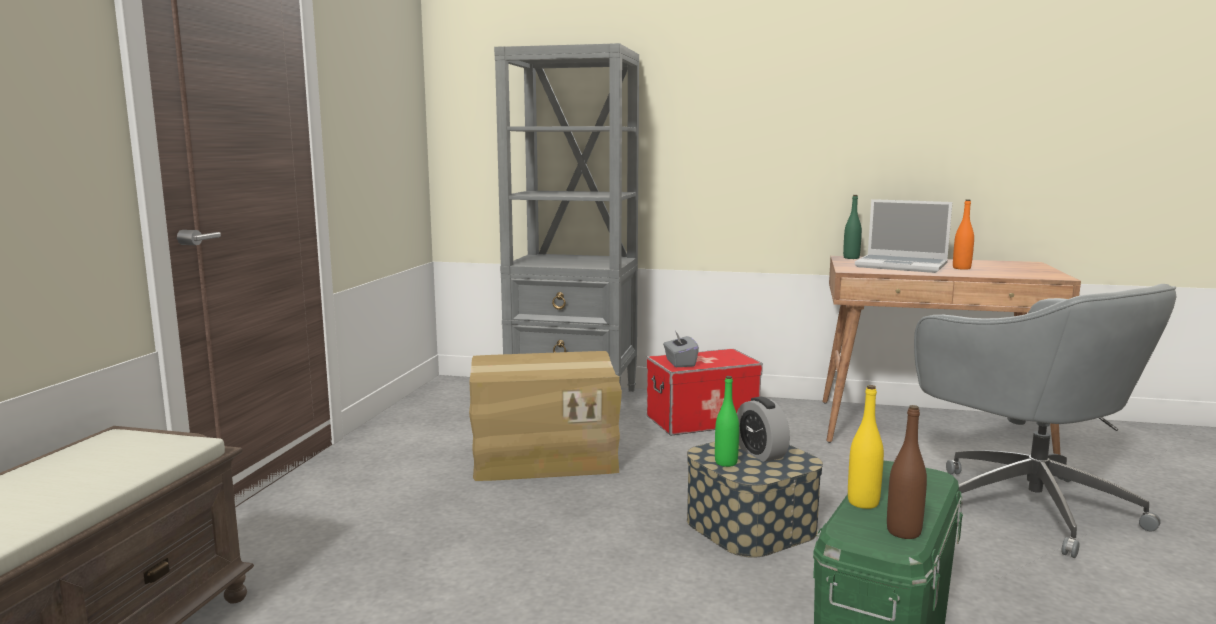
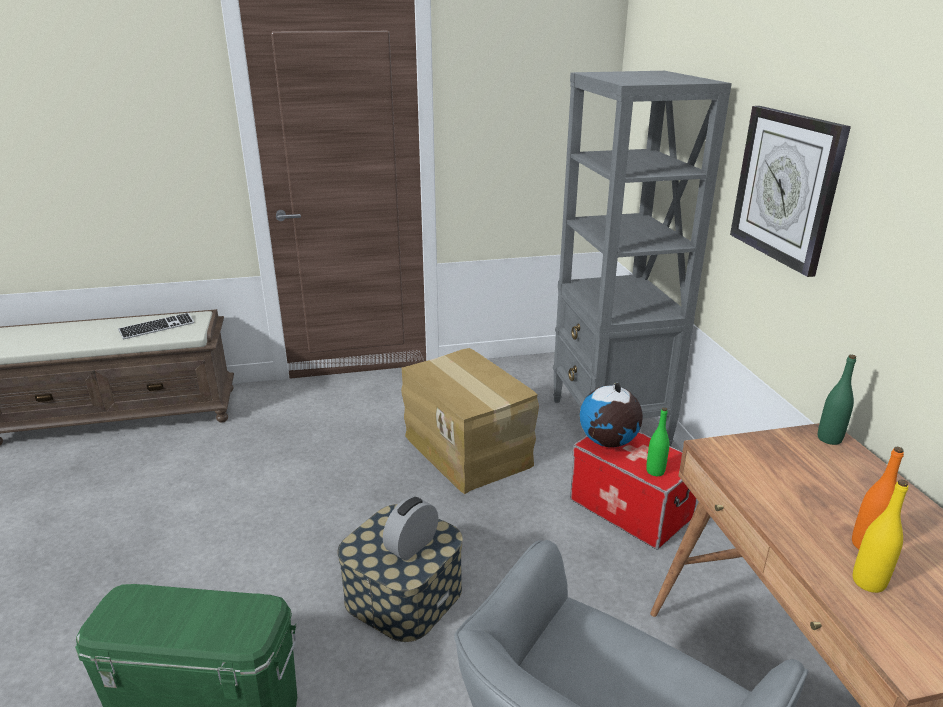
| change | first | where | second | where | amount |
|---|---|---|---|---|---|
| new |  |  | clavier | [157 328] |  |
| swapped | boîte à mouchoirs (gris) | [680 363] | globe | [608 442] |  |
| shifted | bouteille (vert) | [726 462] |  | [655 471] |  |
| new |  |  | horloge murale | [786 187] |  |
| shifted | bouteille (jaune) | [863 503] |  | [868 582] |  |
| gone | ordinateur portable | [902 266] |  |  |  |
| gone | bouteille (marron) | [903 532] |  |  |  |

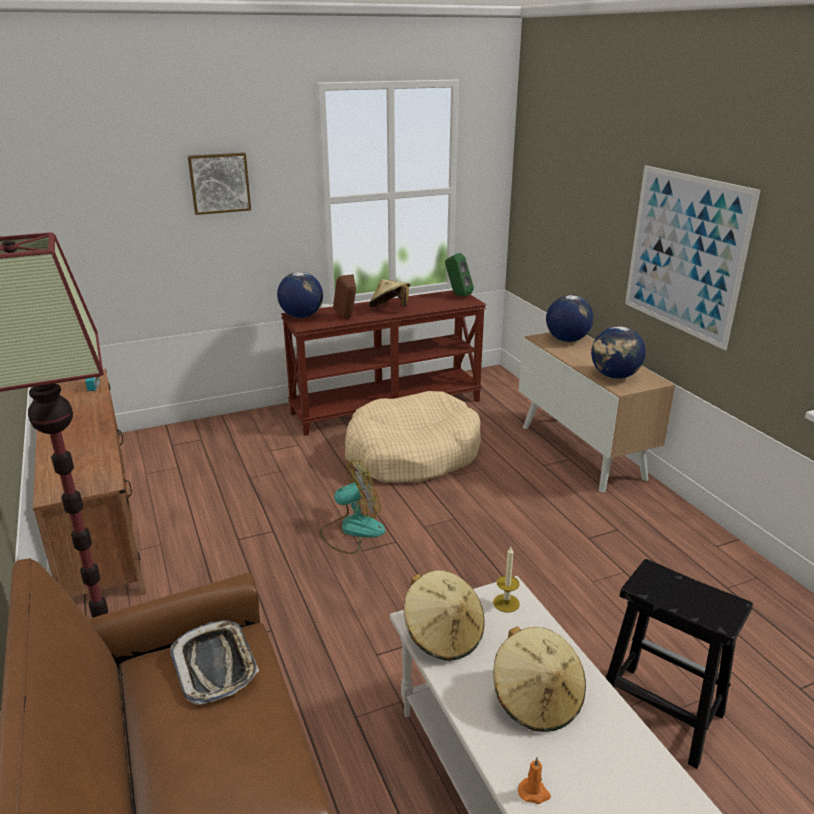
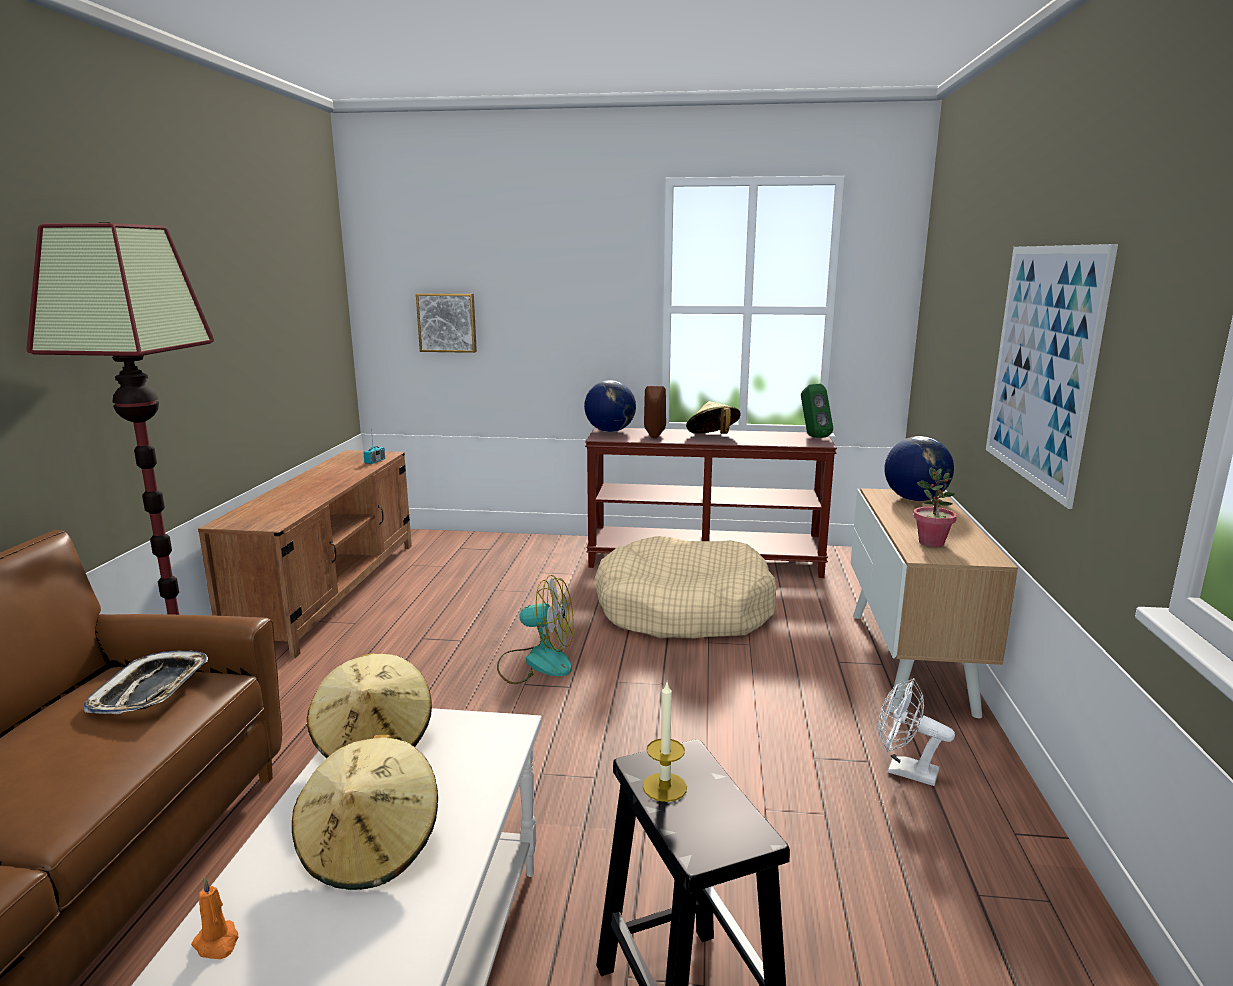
| change | first | where | second | where | amount |
|---|---|---|---|---|---|
| shifted | tableau | [219 183] |  | [447 322] |  |
| shifted | bougie | [506 603] |  | [664 787] |  |
| new |  |  | ventilateur (blanc) | [904 771] |  |
| swapped | globe | [614 376] | plante en pot | [931 543] |  |

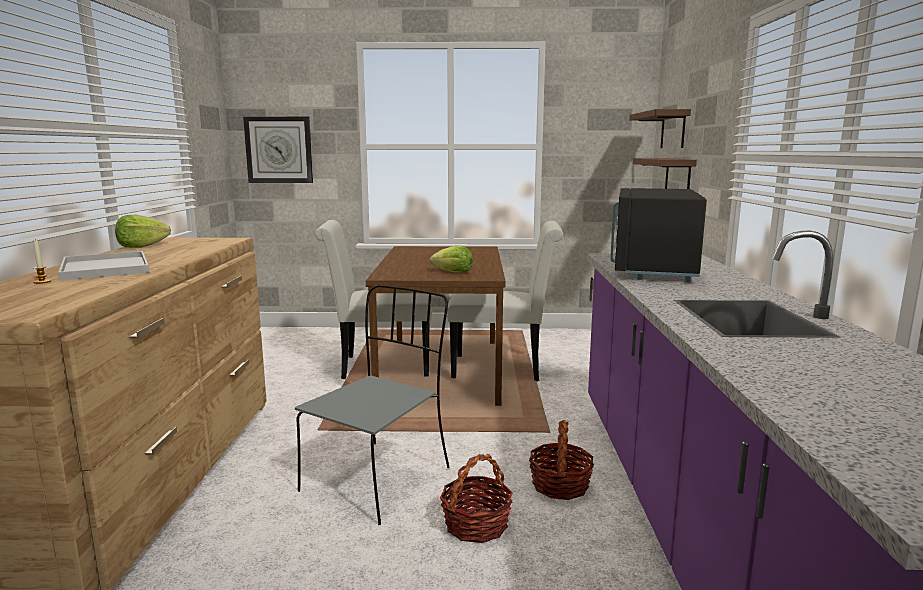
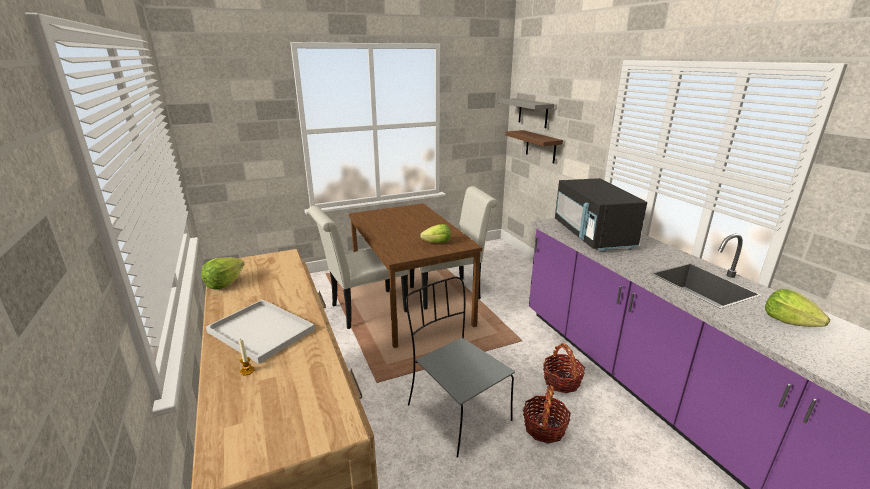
| change | first | where | second | where | amount |
|---|---|---|---|---|---|
| rotated | chaise (gris) | [379 478] |  | [456 411] | 45 degrees counterclockwise |
| repainted | étagère (marron) | [673 130] | étagère (gris) | [533 113] |  |
| new |  |  | laitue | [789 321] |  |
| gone | horloge murale | [279 150] |  |  |  |

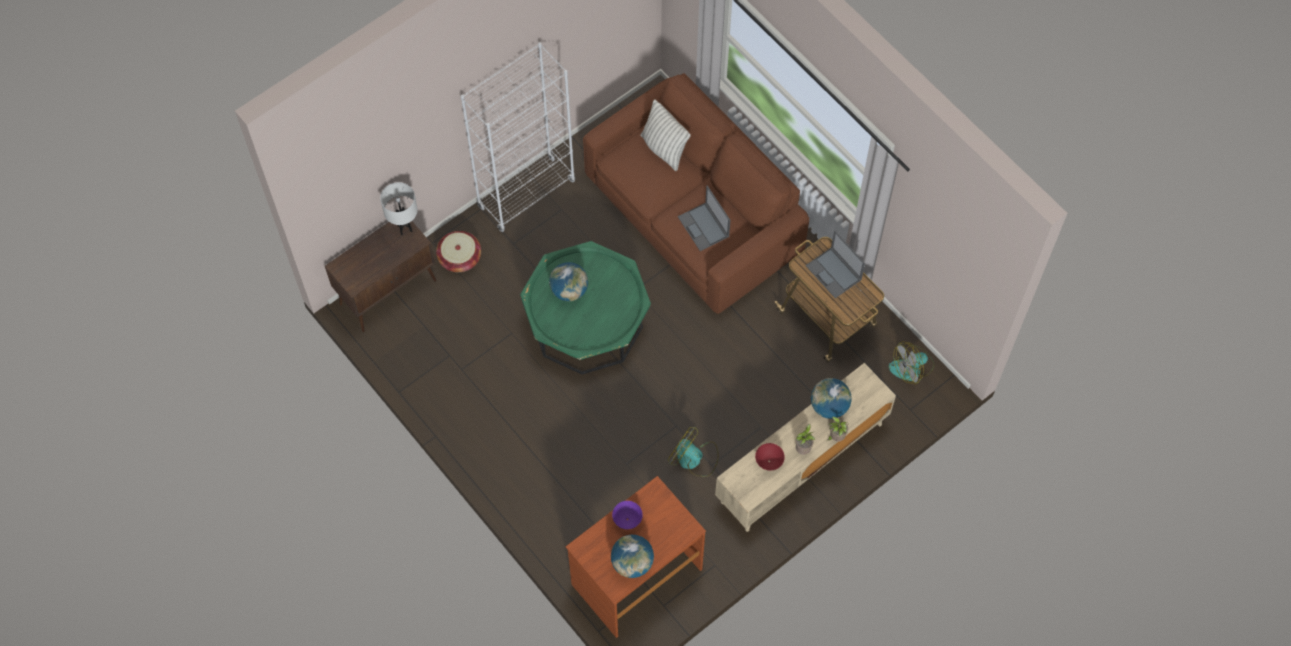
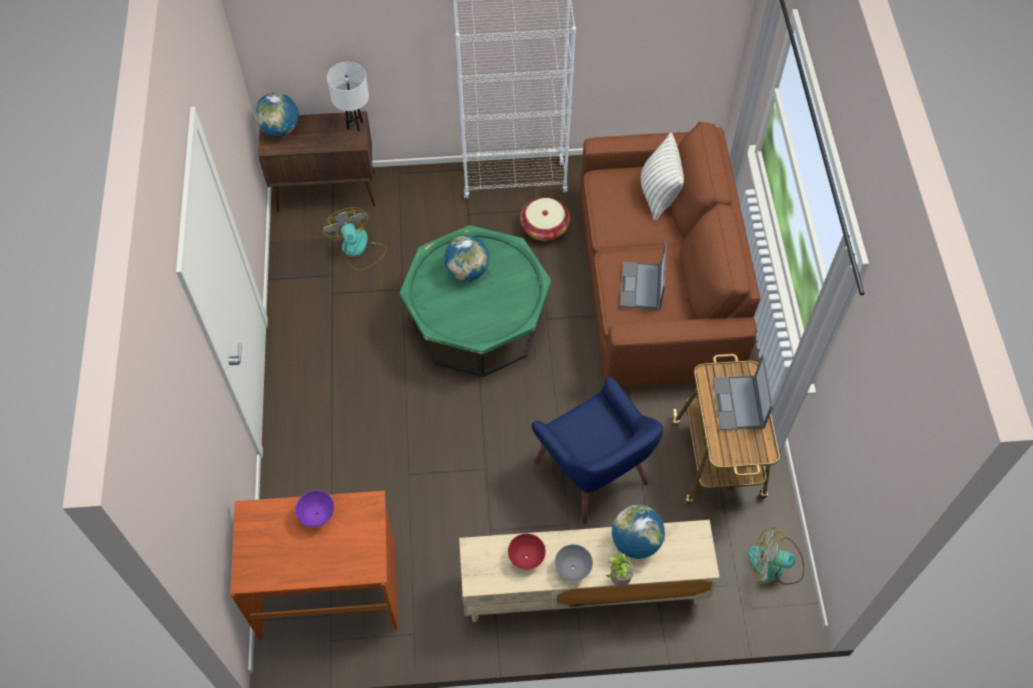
| change | first | where | second | where | amount |
|---|---|---|---|---|---|
| shifted | globe | [632 563] |  | [280 129] |  |
| shifted | ventilateur | [694 459] |  | [358 250] |  |
| shifted | panier | [460 258] |  | [544 227] |  |
| new |  |  | fauteuil (bleu) | [593 472] |  |
| swapped | plante en pot | [803 449] | bol (gris) | [573 568] |  |

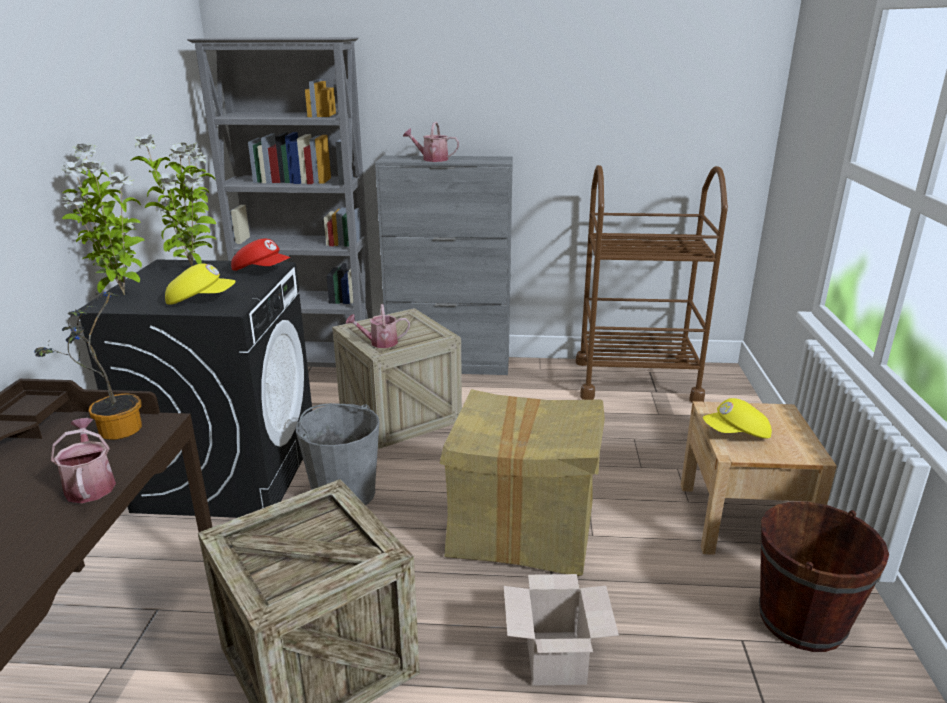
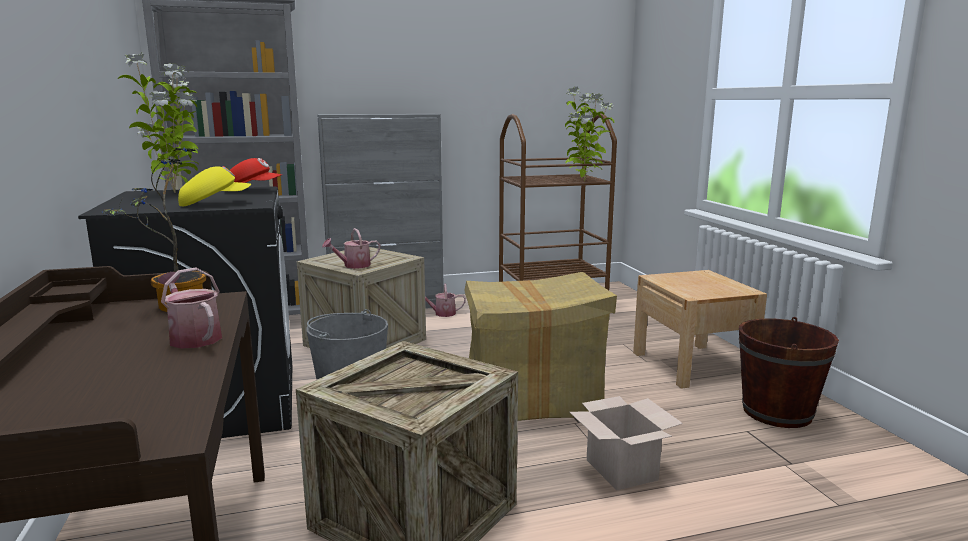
| change | first | where | second | where | amount |
|---|---|---|---|---|---|
| shifted | arrosoir | [431 159] |  | [442 313] |  |
| shifted | plante en pot | [121 295] |  | [584 181] |  |
| gone | casquette (jaune) | [736 434] |  |  |  |

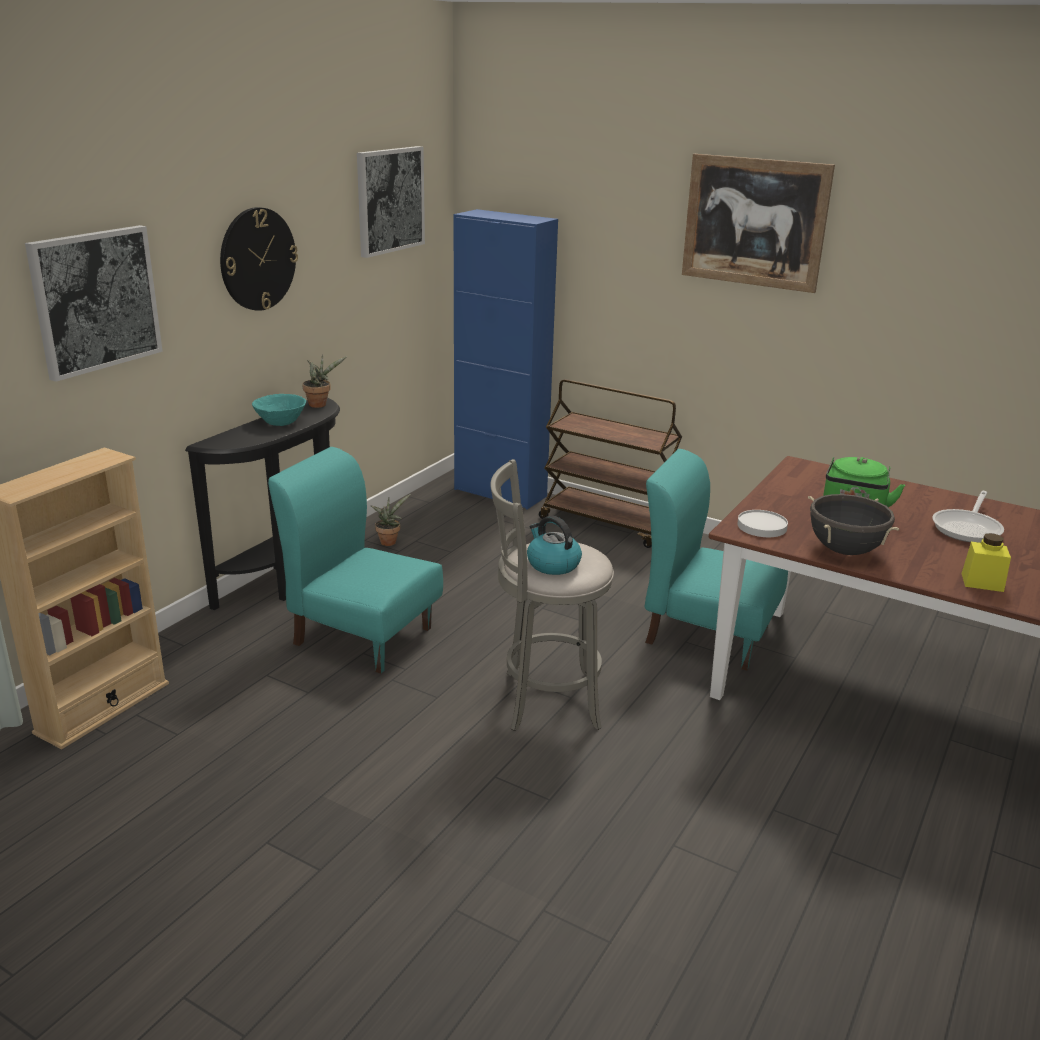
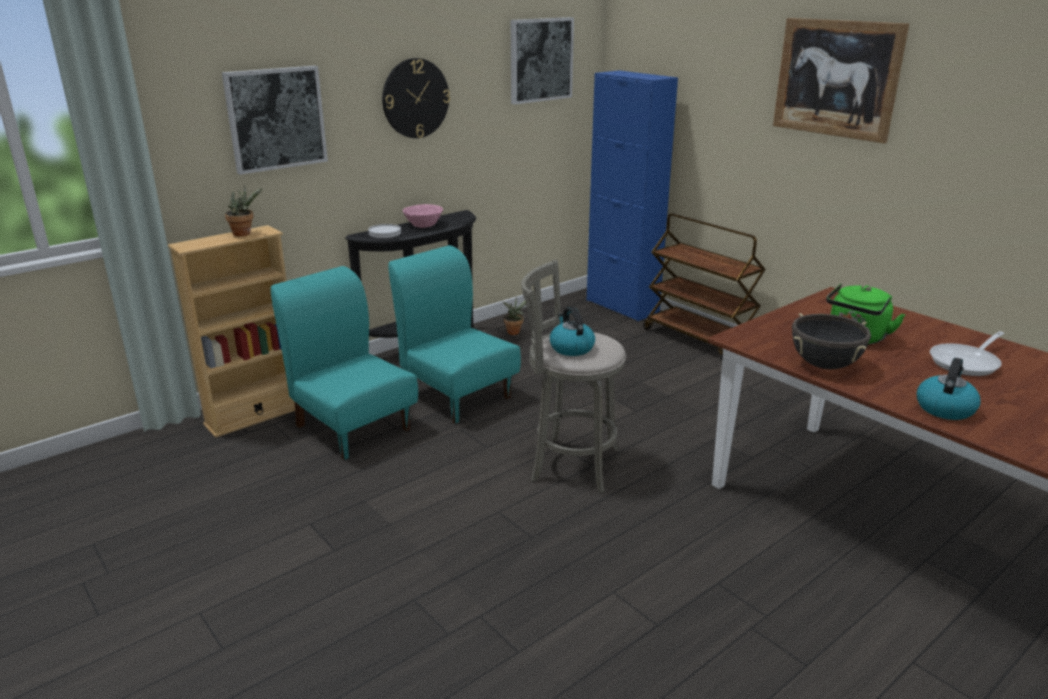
| change | first | where | second | where | amount |
|---|---|---|---|---|---|
| shifted | plante en pot | [320 404] |  | [245 234] |  |
| shifted | chaise (turquoise) | [706 633] |  | [353 426] |  |
| shifted | assiette (blanc) | [761 526] |  | [384 233] |  |
| repainted | bol (turquoise) | [280 421] | bol (rose) | [423 225] |  |
| swapped | bocal (jaune) | [982 582] | bouilloire | [944 408] |  |

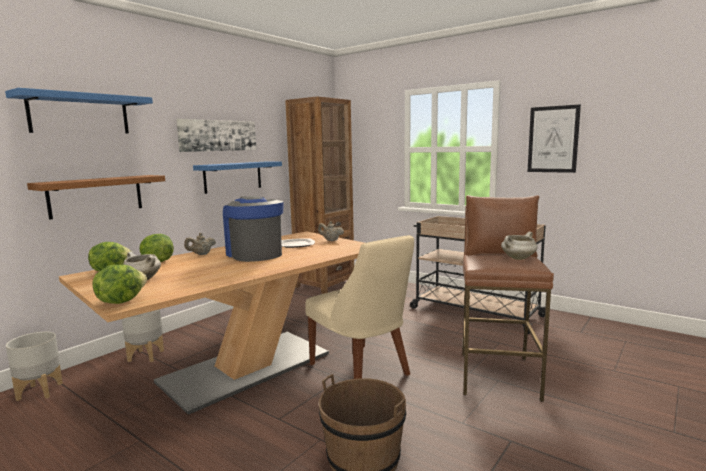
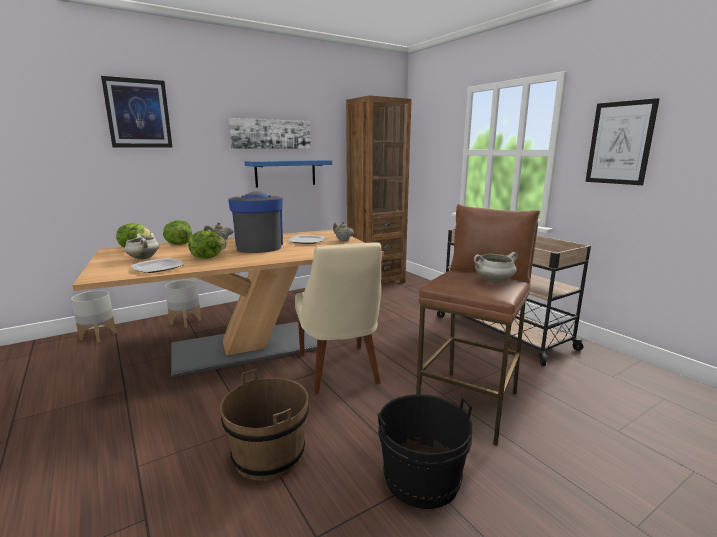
| change | first | where | second | where | amount |
|---|---|---|---|---|---|
| swapped | étagère (bleu) | [80 114] | tableau | [138 113] |  |
| new |  |  | assiette | [157 267] |  |
| shifted | laitue | [120 301] |  | [207 257] |  |
| new |  |  | seau (noir) | [422 479] |  |
| gone | étagère (marron) | [96 196] |  |  |  |

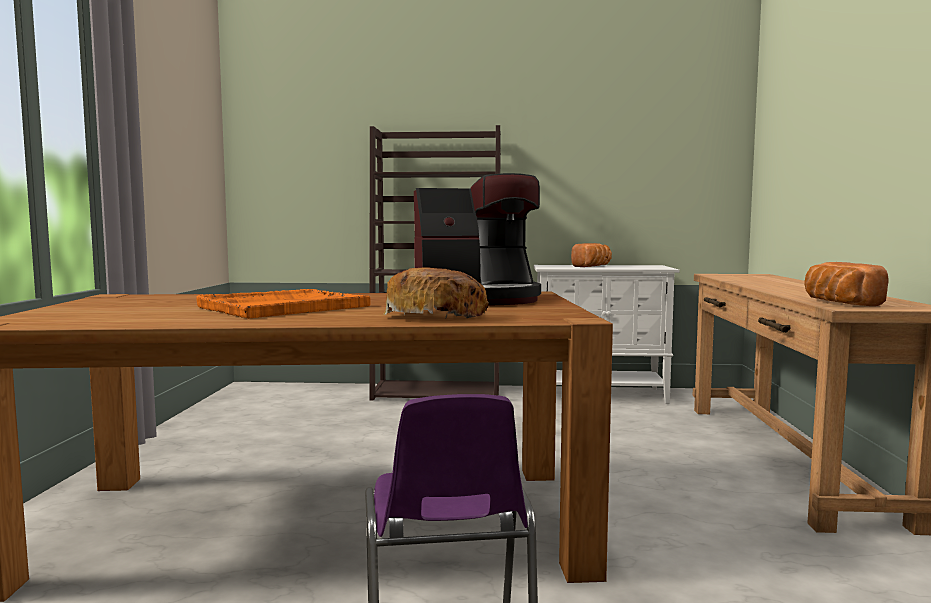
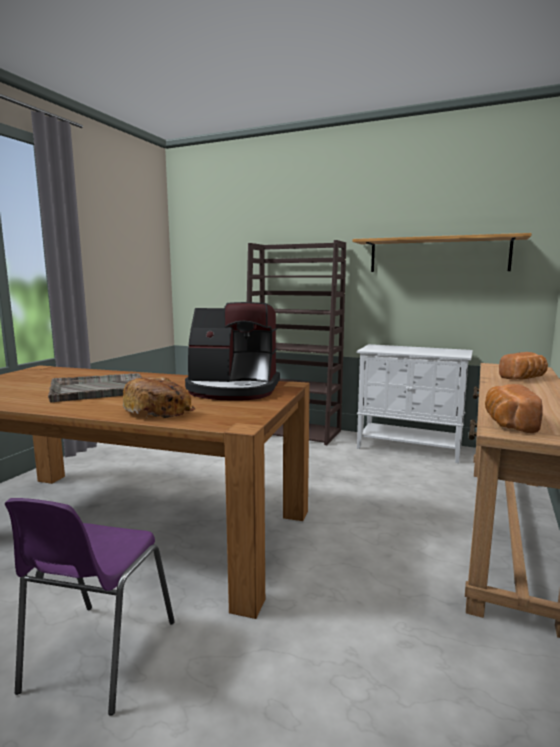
| change | first | where | second | where | amount |
|---|---|---|---|---|---|
| repainted | plateau (orange) | [282 307] | plateau (gris) | [98 389] |  |
| new |  |  | étagère | [438 255] |  |
| shifted | pain | [593 266] |  | [524 378] |  |

